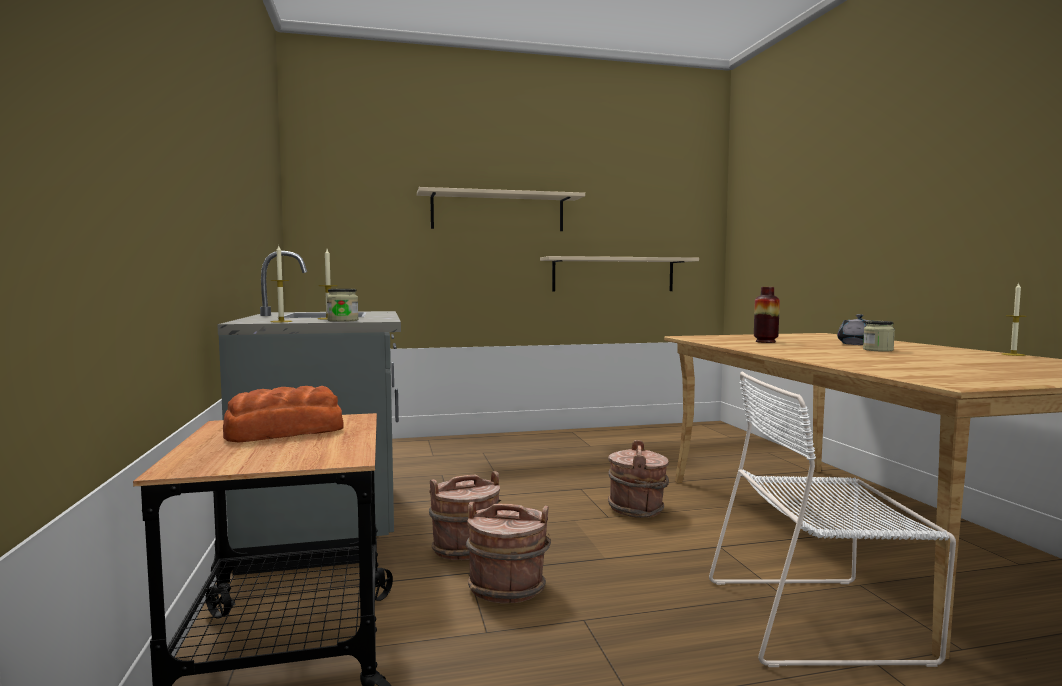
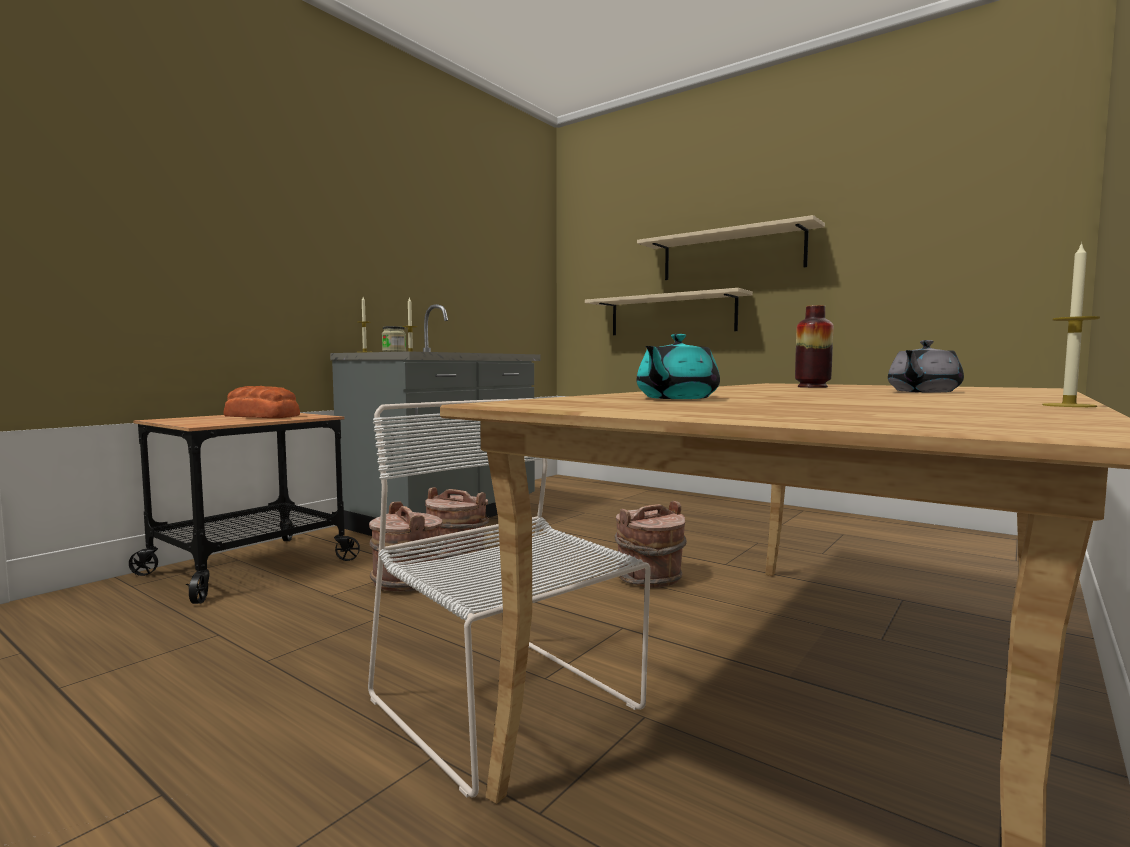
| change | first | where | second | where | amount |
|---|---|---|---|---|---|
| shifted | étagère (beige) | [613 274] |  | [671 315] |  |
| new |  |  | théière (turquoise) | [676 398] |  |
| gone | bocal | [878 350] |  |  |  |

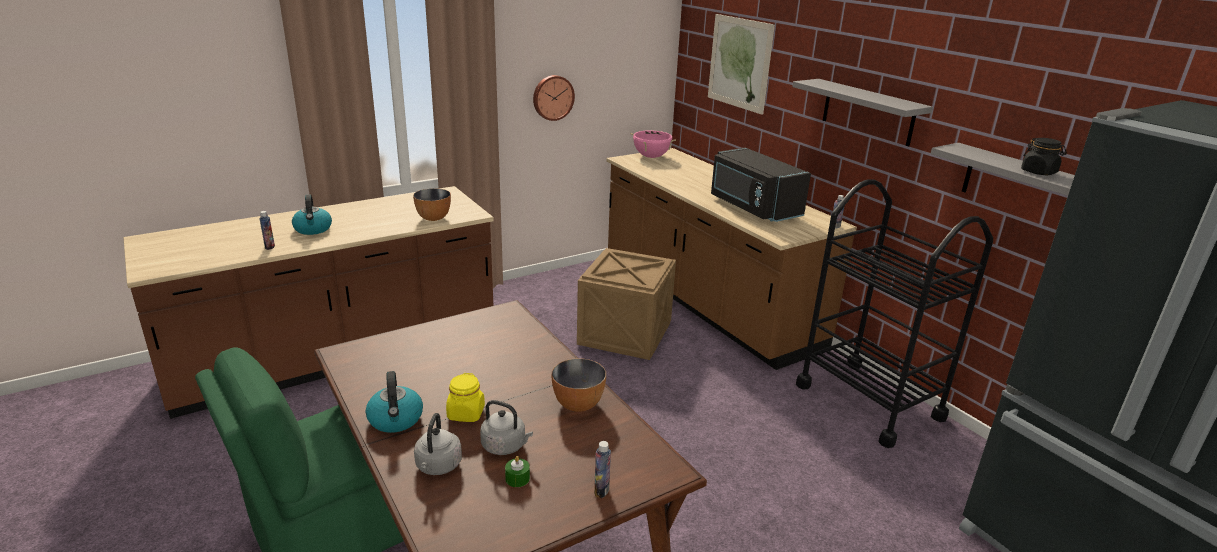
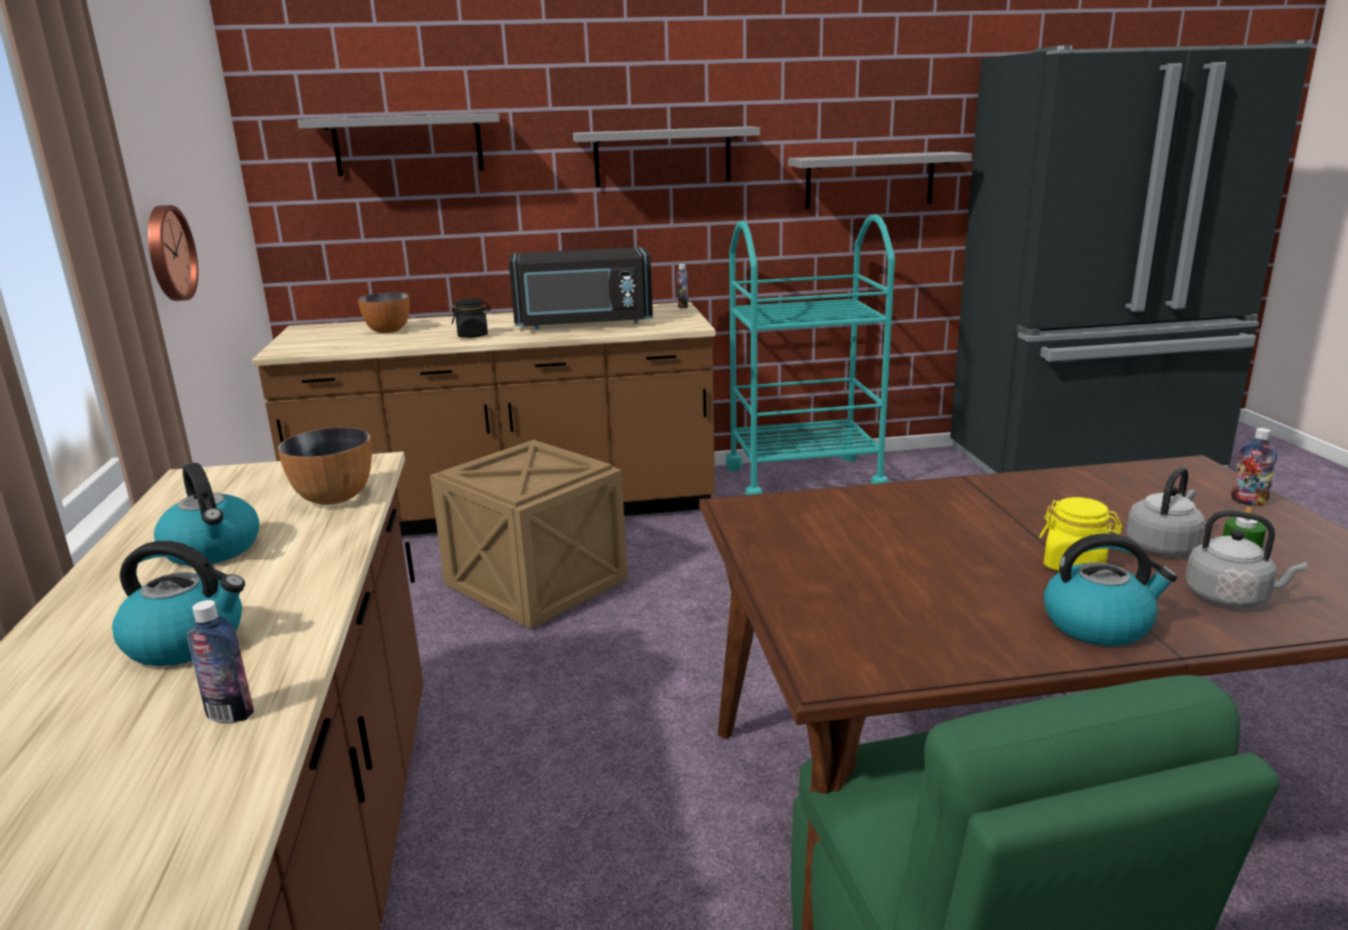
| change | first | where | second | where | amount |
|---|---|---|---|---|---|
| new |  |  | bouilloire | [213 550] |  |
| swapped | tableau | [739 63] | étagère (gris) | [408 145] |  |
| shifted | bol | [578 404] |  | [388 331] |  |
| shifted | bocal (noir) | [1039 172] |  | [473 335] |  |
| repainted | chariot (noir) | [869 401] | chariot (turquoise) | [803 479] |  |
| gone | marmite (rose) | [651 157] |  |  |  |

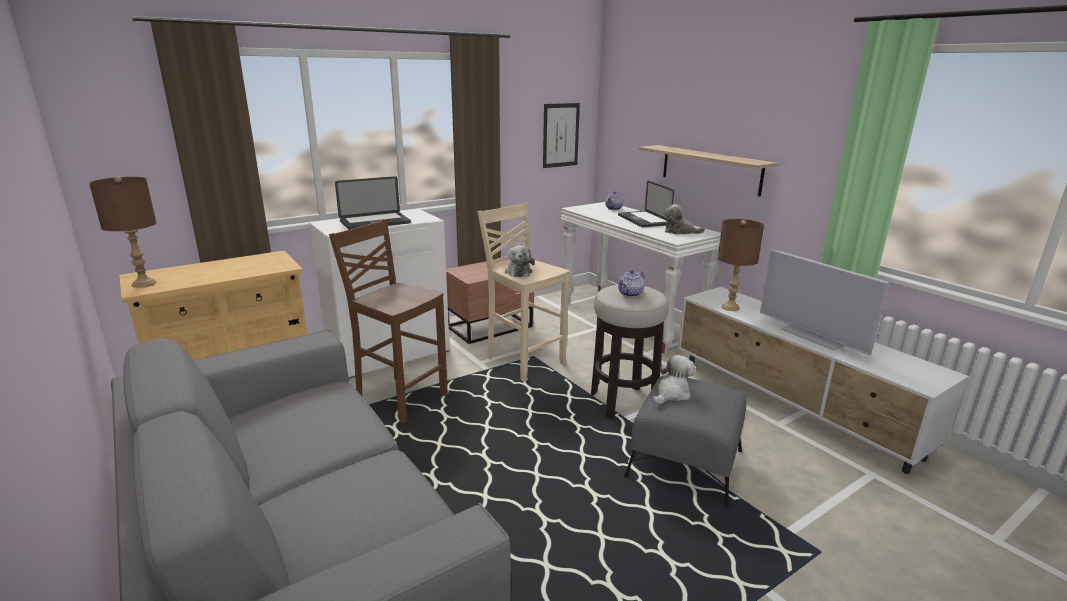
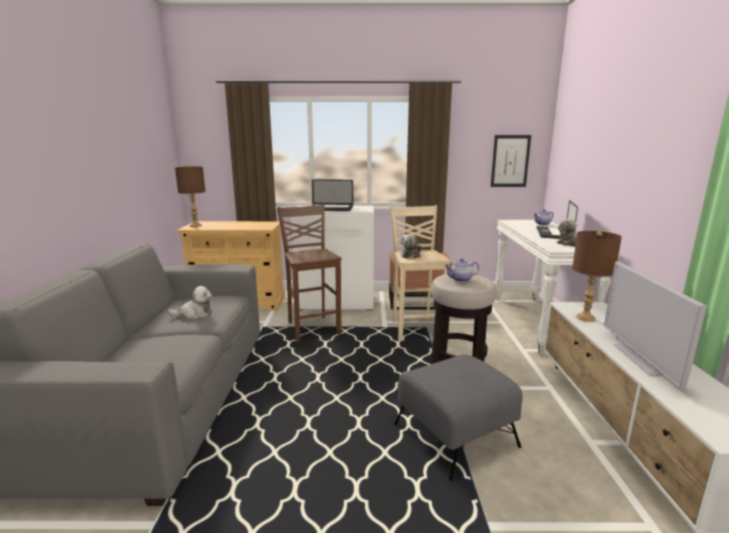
| change | first | where | second | where | amount |
|---|---|---|---|---|---|
| shifted | peluche | [672 394] |  | [194 314] |  |
| gone | étagère | [710 169] |  |  |  |

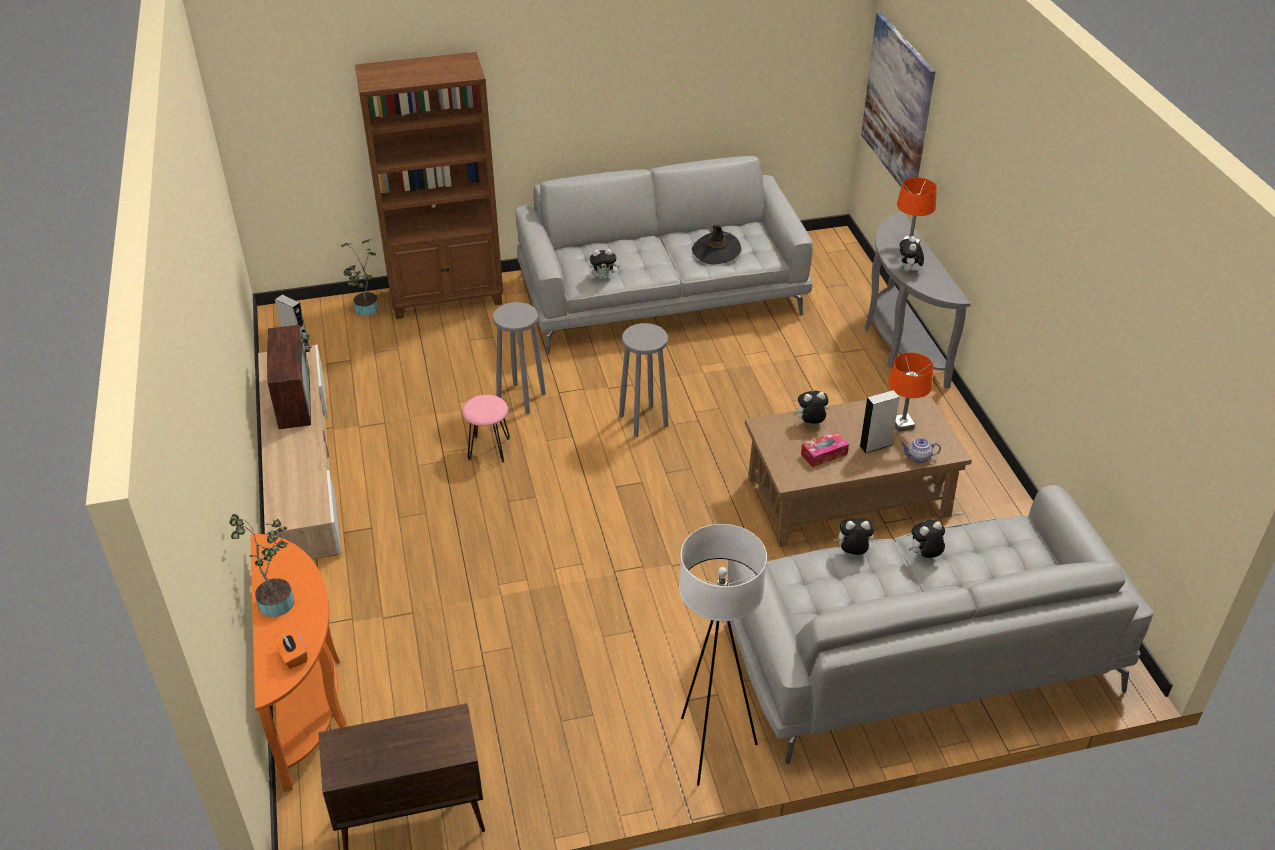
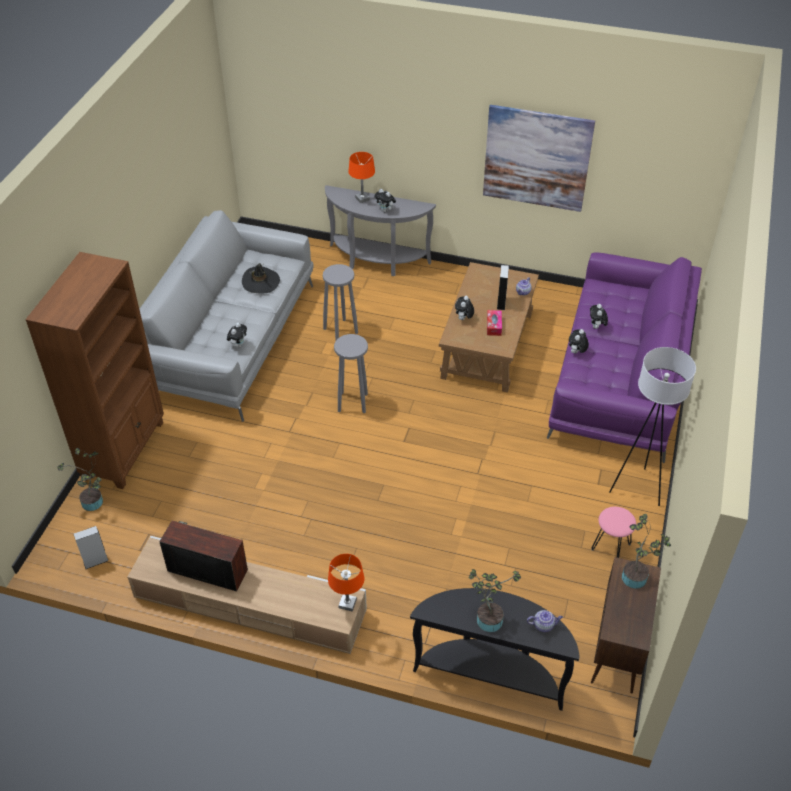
| change | first | where | second | where | amount |
|---|---|---|---|---|---|
| shifted | tabouret (gris) | [522 398] |  | [341 330] |  |
| shifted | lampe de table (orange) | [902 425] |  | [347 604] |  |
| repainted | table console (orange) | [309 700] | table console (noir) | [491 672] |  |
| shifted | tableau | [898 105] |  | [537 158] |  |
| swapped | boîte à mouchoirs (orange) | [293 656] | théière | [544 625] |  |
| repainted | canapé (gris) | [917 653] | canapé (violet) | [619 376] |  |
| shifted | tabouret (rose) | [488 449] |  | [610 547] |  |
| new |  |  | plante en pot | [637 577] |  |

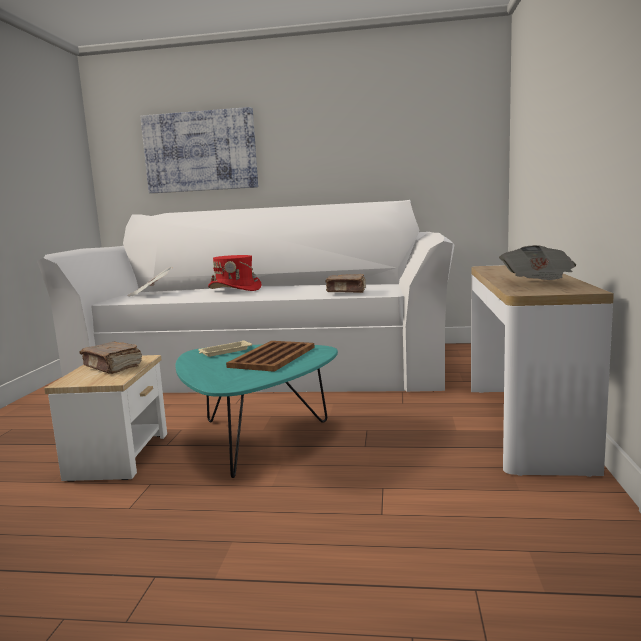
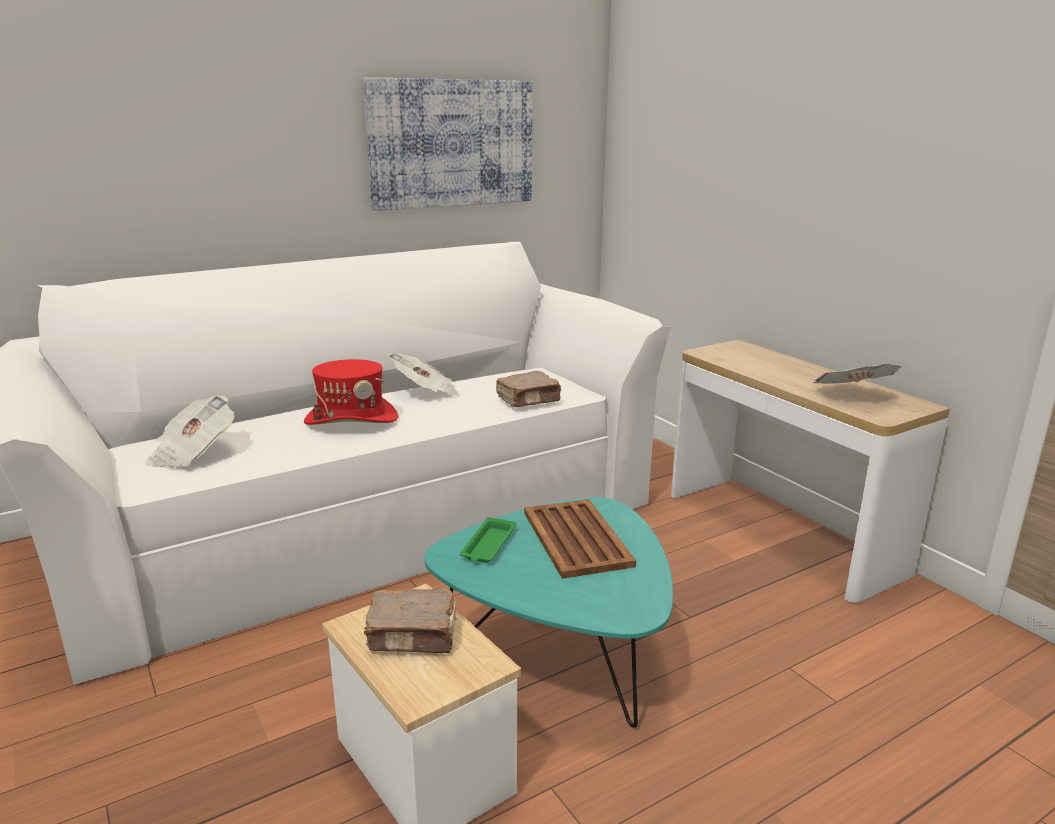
| change | first | where | second | where | amount |
|---|---|---|---|---|---|
| shifted | tableau | [200 152] |  | [451 143] |  |
| new |  |  | journal | [426 392] |  |
| repainted | plateau (beige) | [224 351] | plateau (vert) | [488 545] |  |

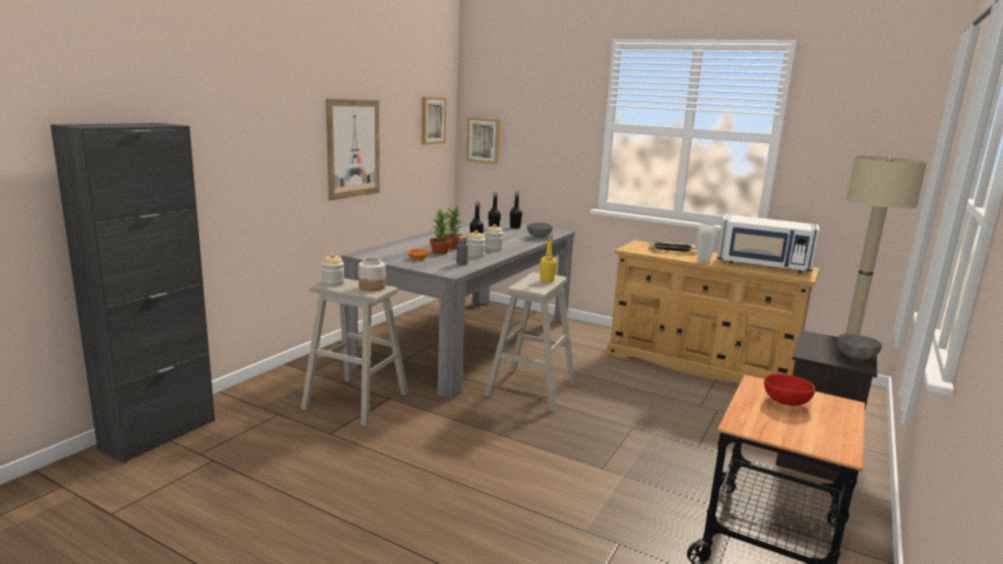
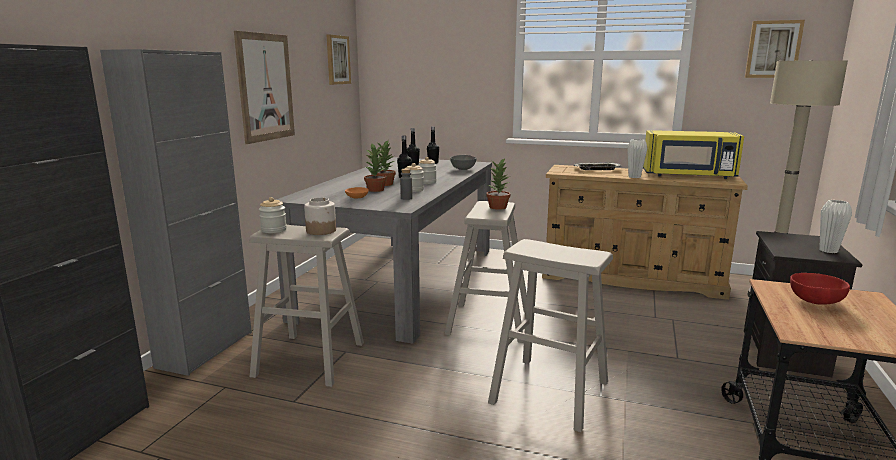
| change | first | where | second | where | amount |
|---|---|---|---|---|---|
| new |  |  | meuble de rangement (gris) | [205 349] |  |
| swapped | bouteille (jaune) | [547 280] | plante en pot | [498 207] |  |
| new |  |  | tabouret (beige) | [550 392] |  |
| repainted | micro-ondes (blanc) | [763 265] | micro-ondes (jaune) | [689 175] |  |
| shifted | tableau | [483 140] |  | [773 49] |  |
| swapped | bol (gris) | [855 357] | vase (blanc) | [828 250] |  |

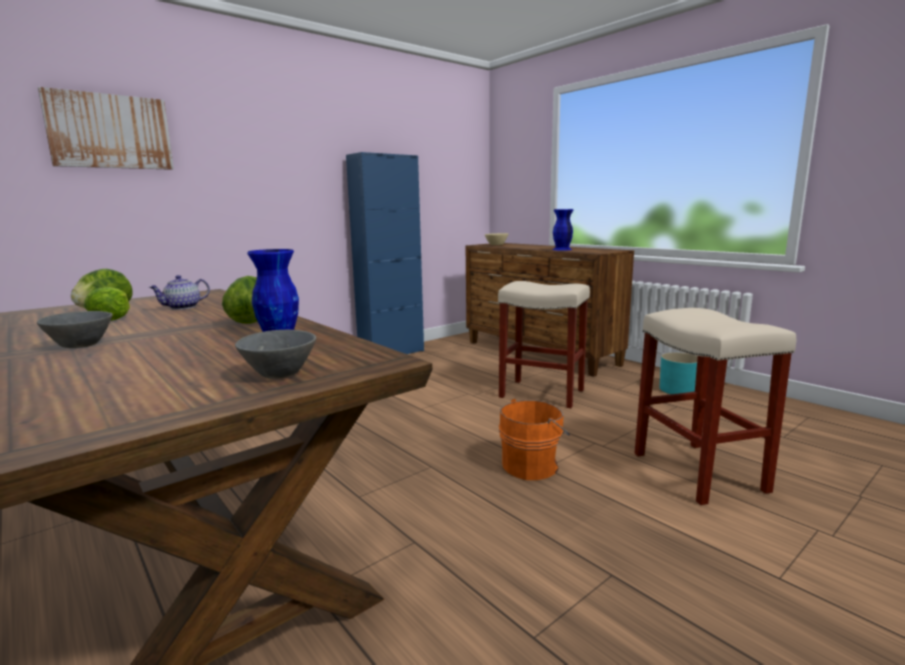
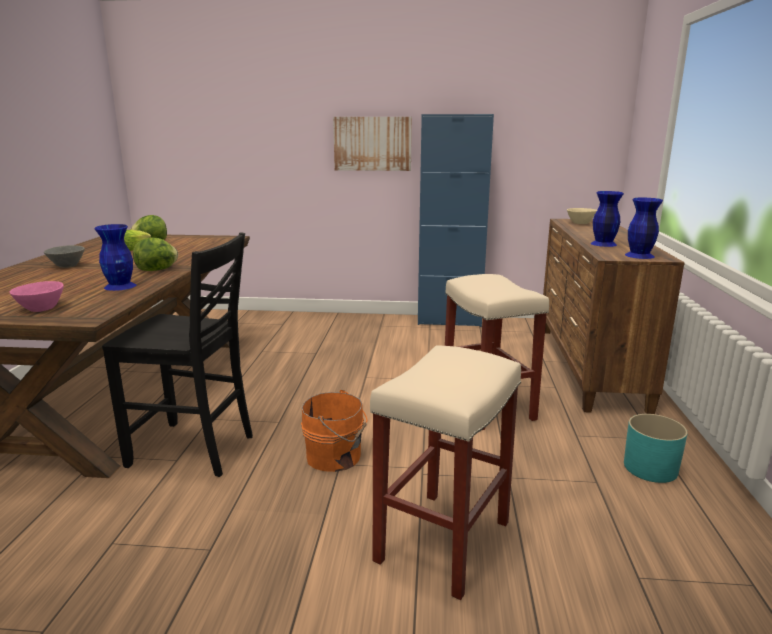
| change | first | where | second | where | amount |
|---|---|---|---|---|---|
| repainted | bol (gris) | [277 374] | bol (rose) | [40 308] |  |
| new |  |  | chaise (noir) | [194 450] |  |
| shifted | tableau | [110 131] |  | [372 143] |  |
| new |  |  | vase (bleu) | [639 255] |  |
| gone | théière | [183 307] |  |  |  |

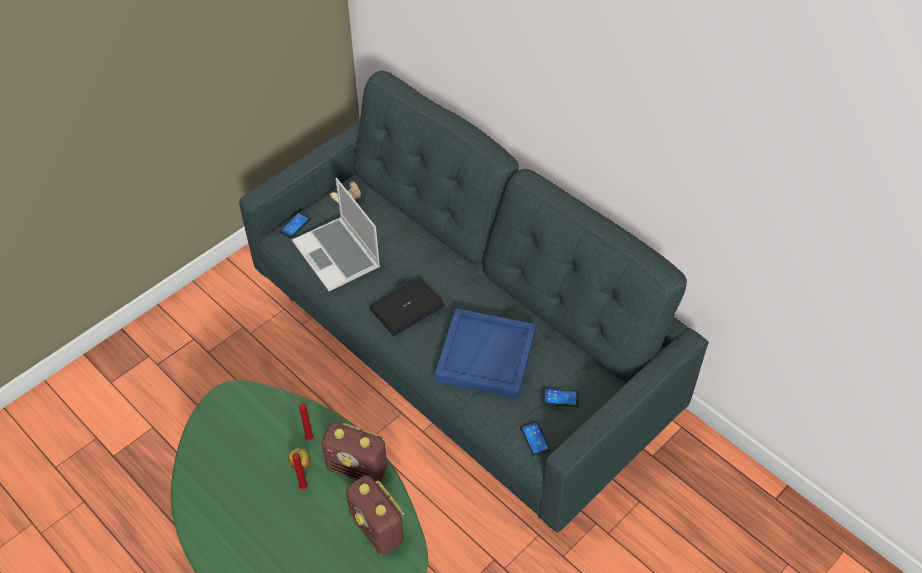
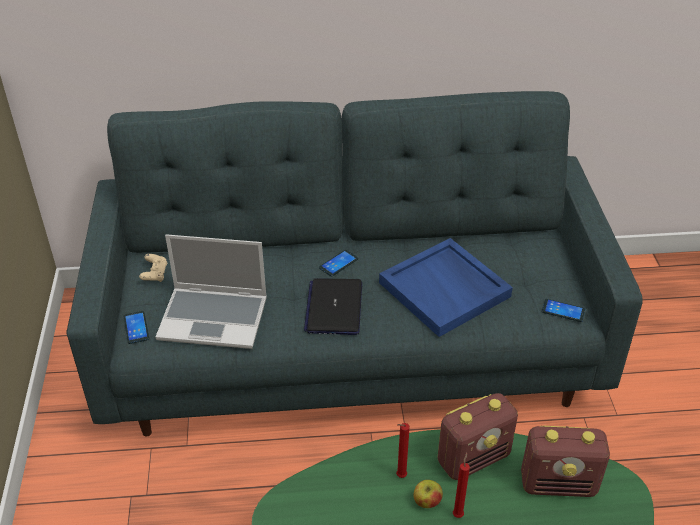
| change | first | where | second | where | amount |
|---|---|---|---|---|---|
| shifted | téléphone | [560 398] |  | [338 263] |  |

